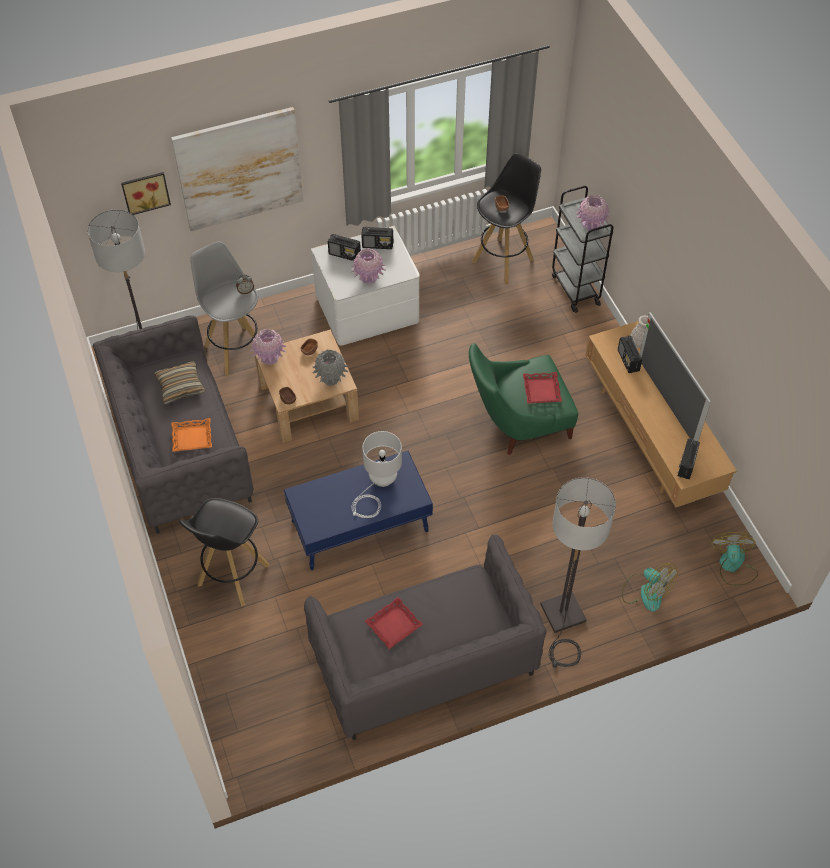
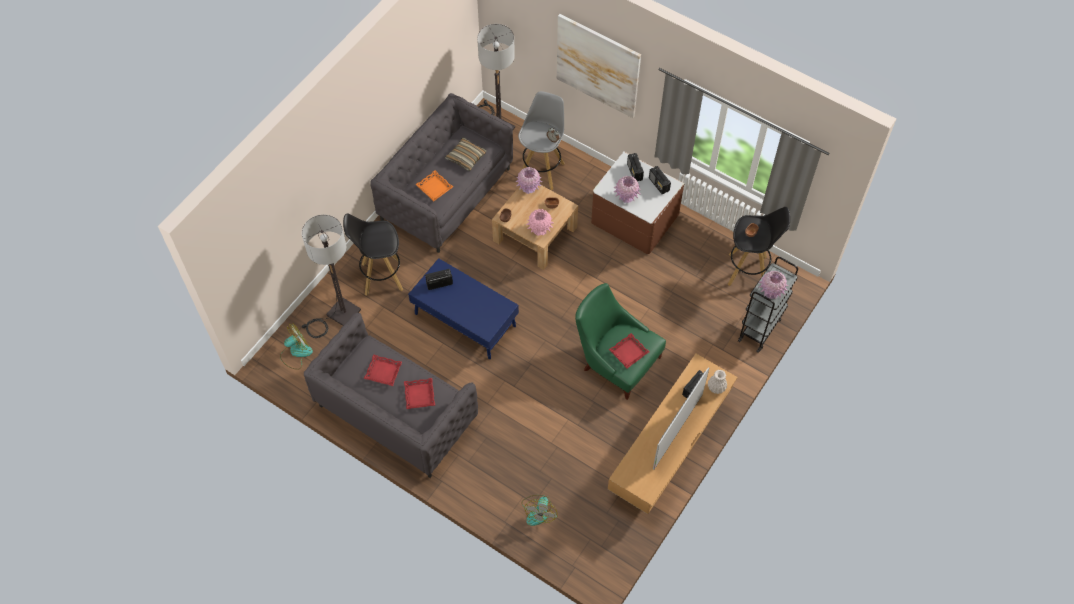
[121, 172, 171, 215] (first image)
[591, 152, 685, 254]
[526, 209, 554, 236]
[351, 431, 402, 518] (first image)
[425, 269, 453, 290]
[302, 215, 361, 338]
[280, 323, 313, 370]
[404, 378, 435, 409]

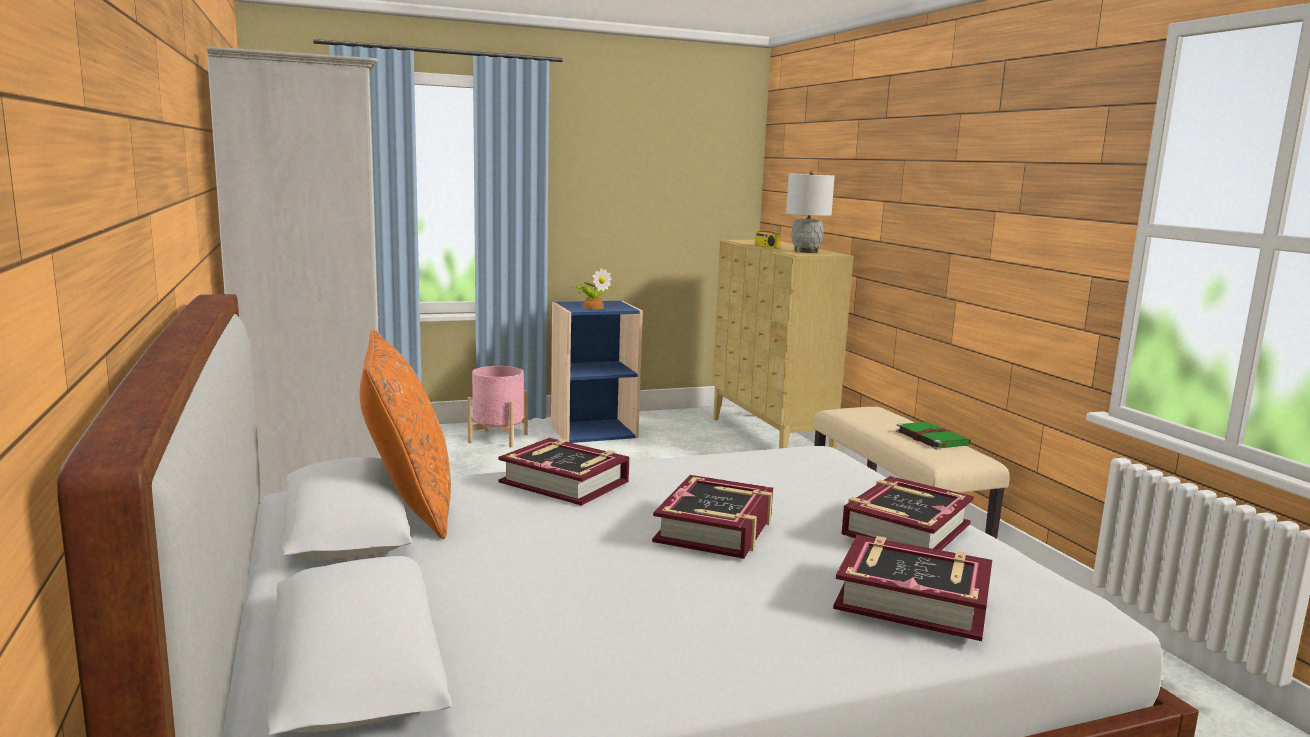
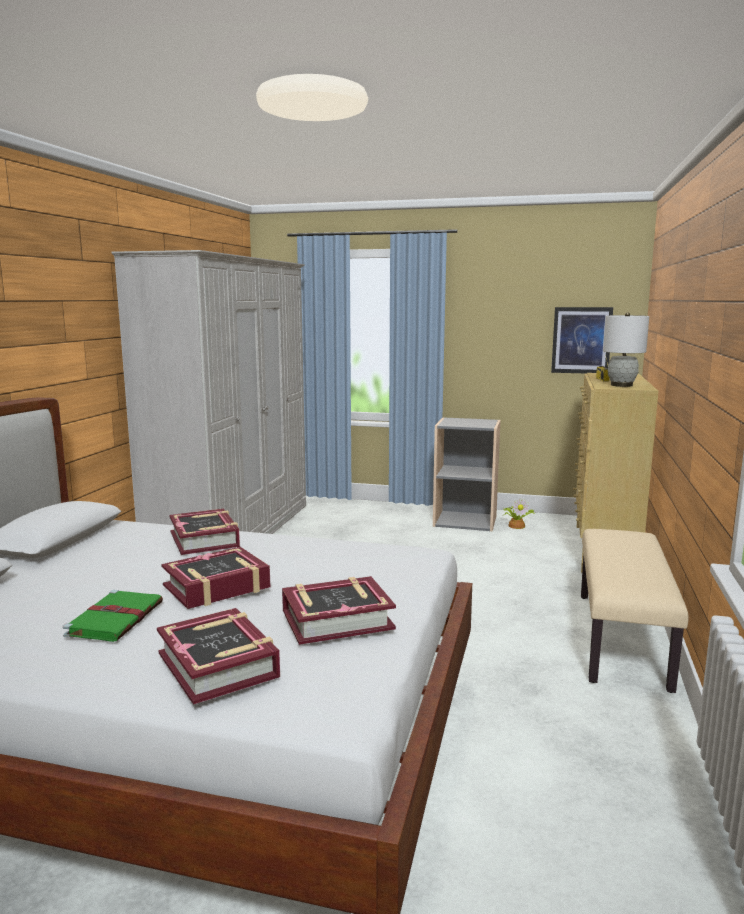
[503, 498, 535, 529]
[433, 417, 500, 531]
[360, 330, 451, 539] (first image)
[468, 366, 528, 447] (first image)
[63, 590, 163, 642]
[551, 307, 613, 374]

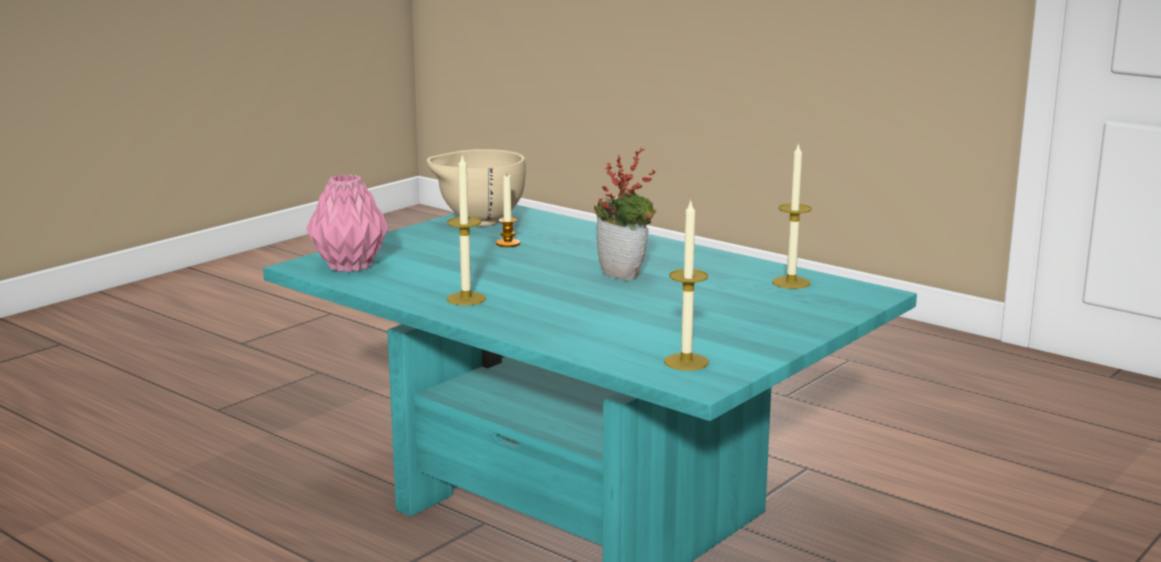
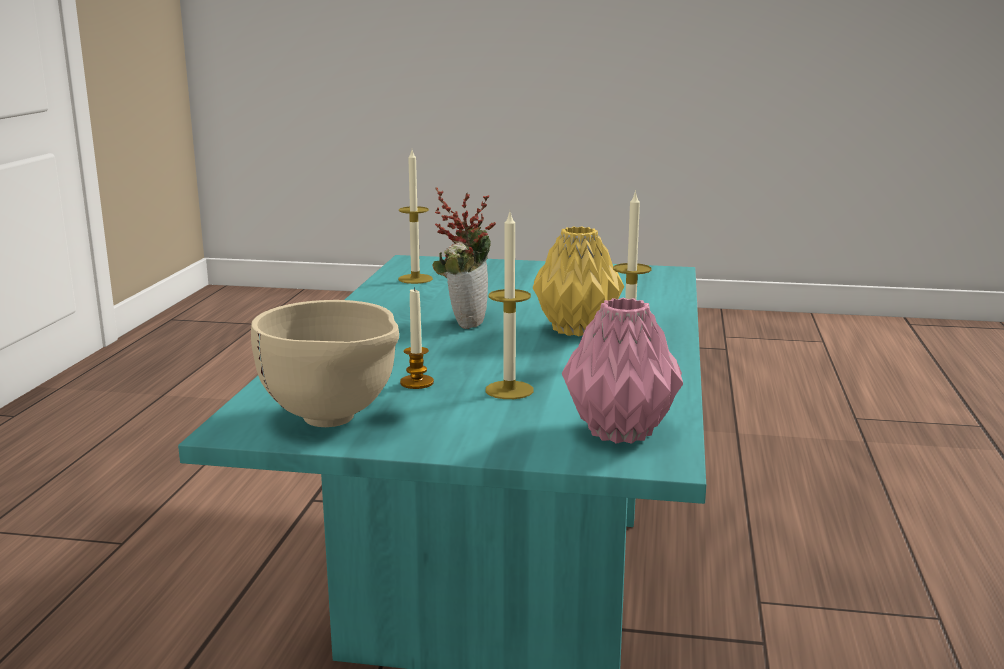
[485, 212, 533, 399]
[533, 226, 624, 336]

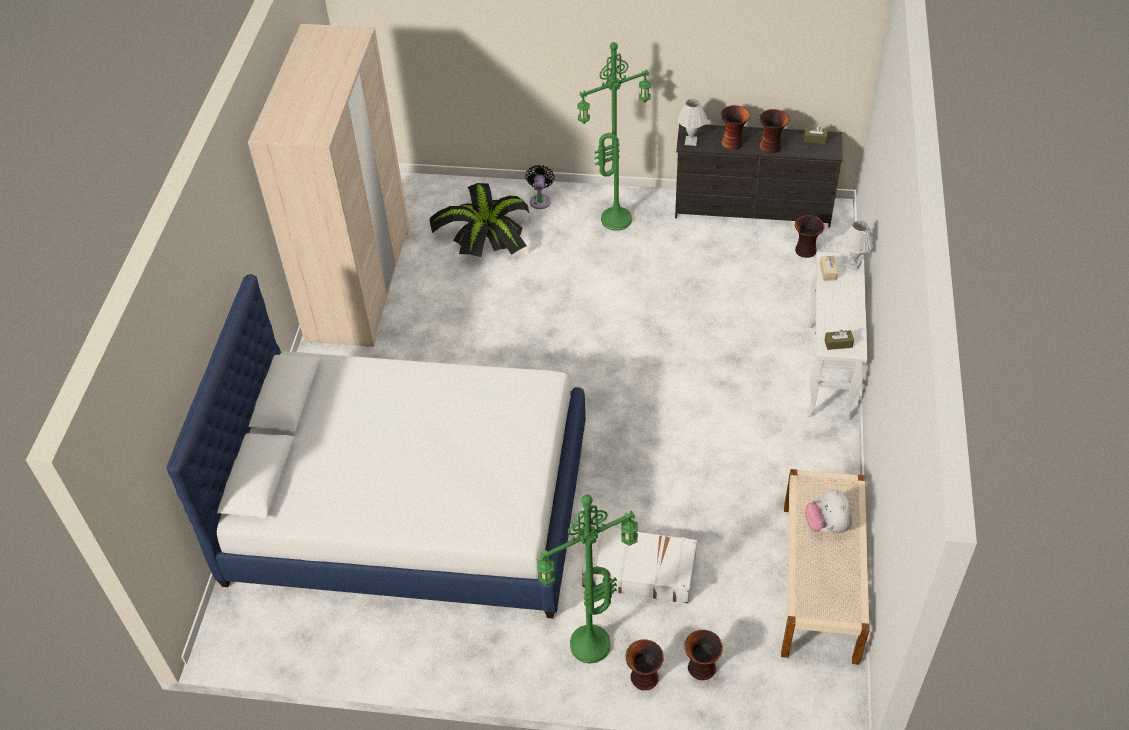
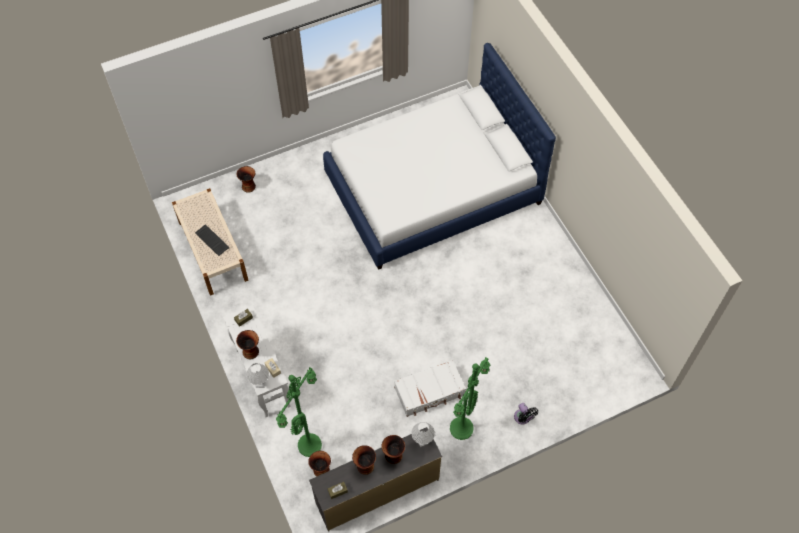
[248, 24, 410, 347] (first image)
[430, 183, 530, 257] (first image)
[195, 224, 230, 256]
[276, 367, 322, 457]
[394, 360, 466, 417]
[236, 330, 259, 359]

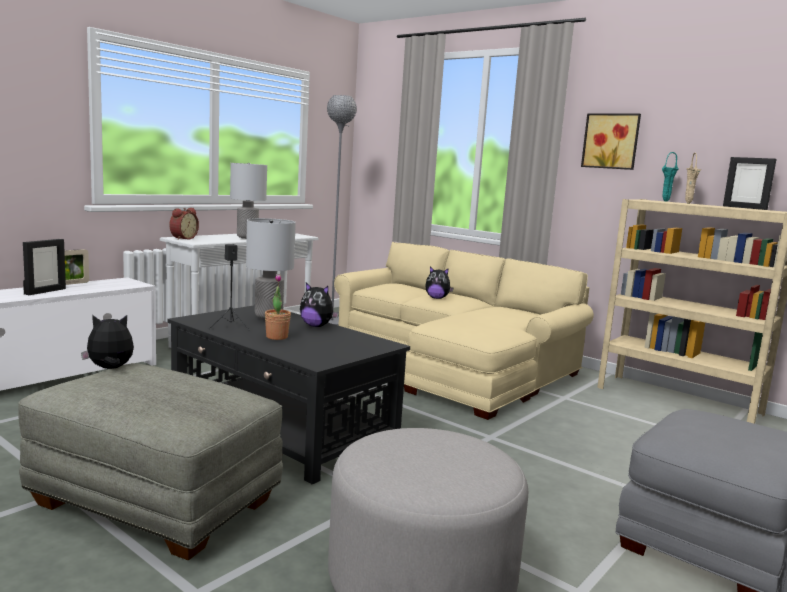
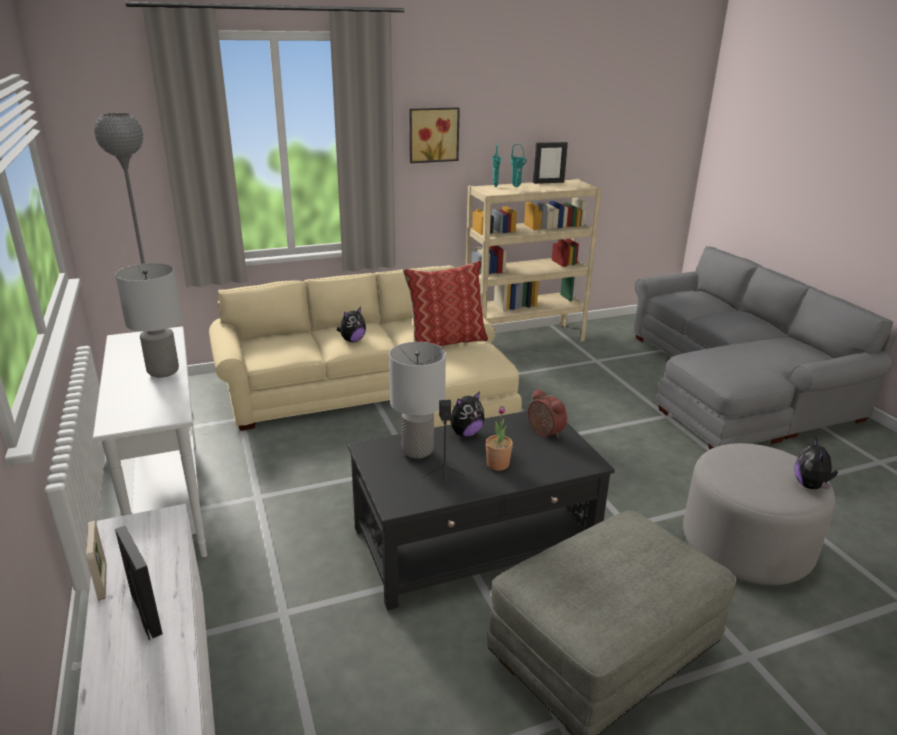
[510, 143, 527, 187]
[528, 389, 567, 438]
[795, 437, 838, 490]
[403, 260, 488, 346]

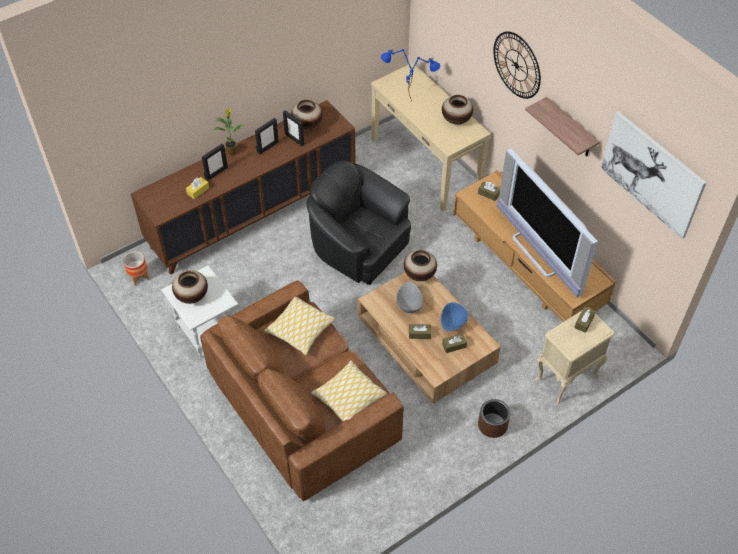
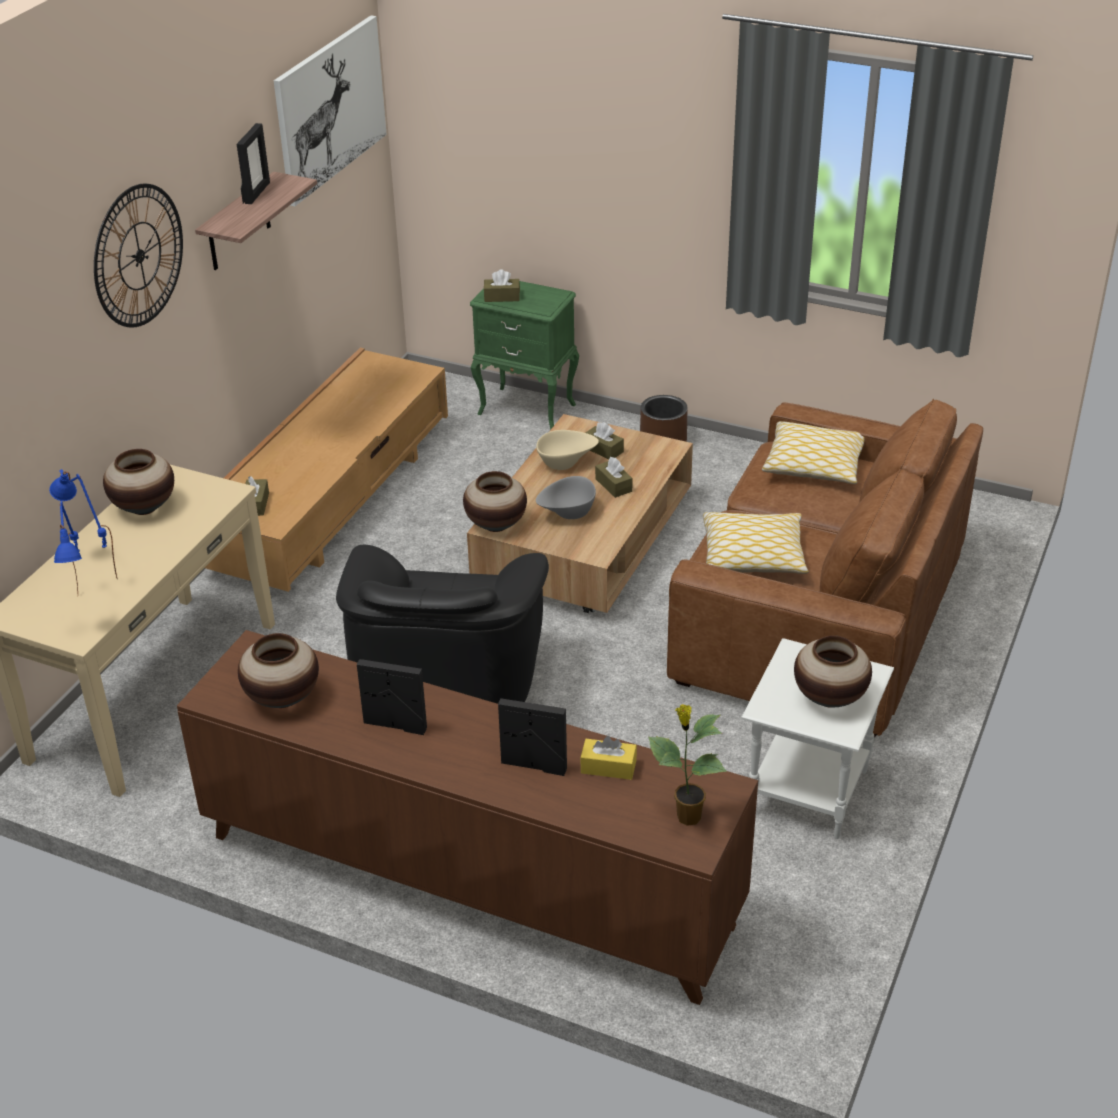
[648, 704, 727, 826]
[237, 123, 270, 204]
[497, 149, 598, 297] (first image)
[123, 251, 149, 286] (first image)
[536, 430, 599, 470]
[470, 281, 579, 430]

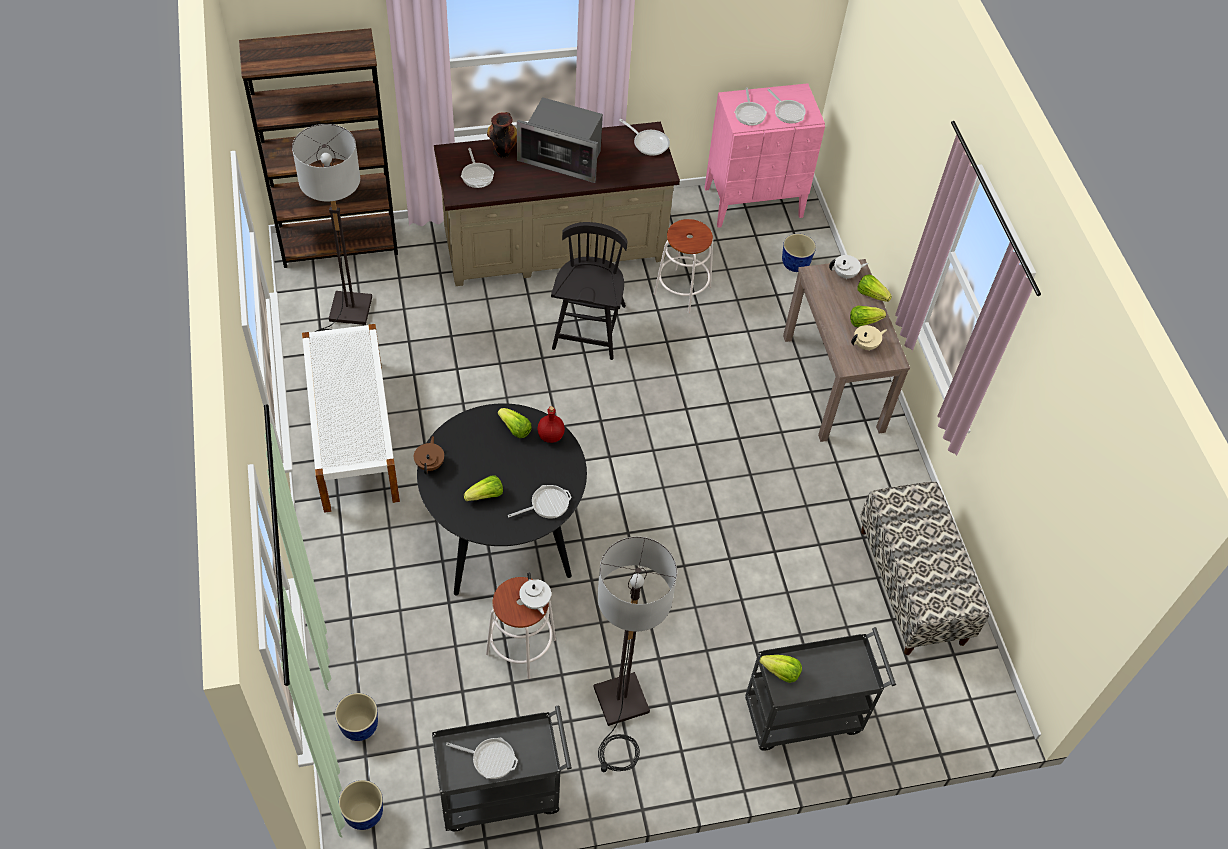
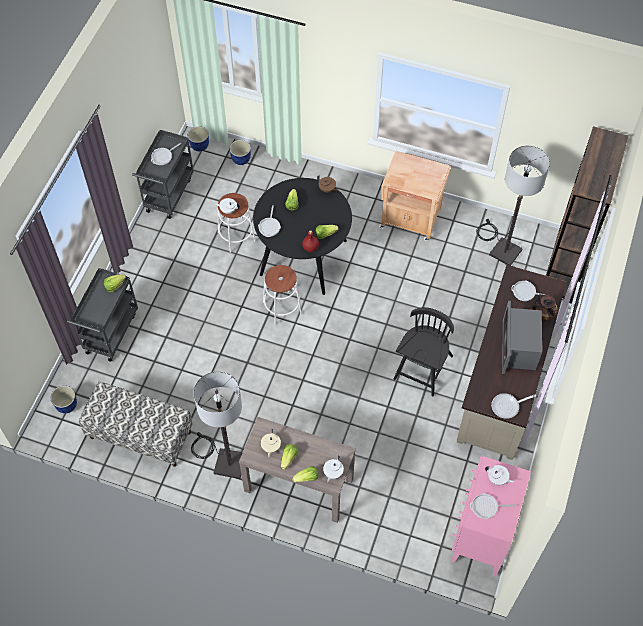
[485, 465, 514, 485]
[502, 301, 542, 374]
[263, 265, 302, 325]
[394, 307, 454, 396]
[51, 386, 77, 413]
[379, 151, 451, 242]
[191, 371, 243, 479]

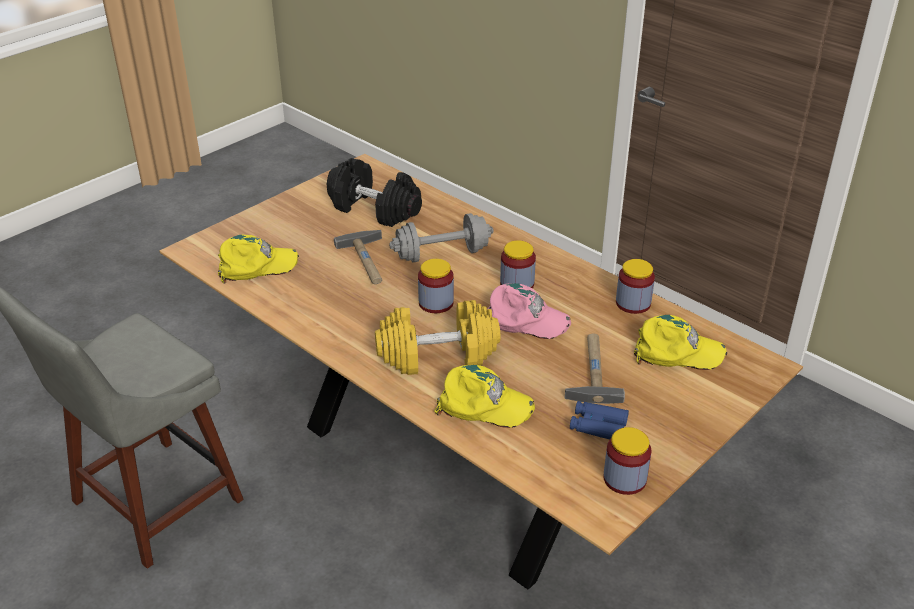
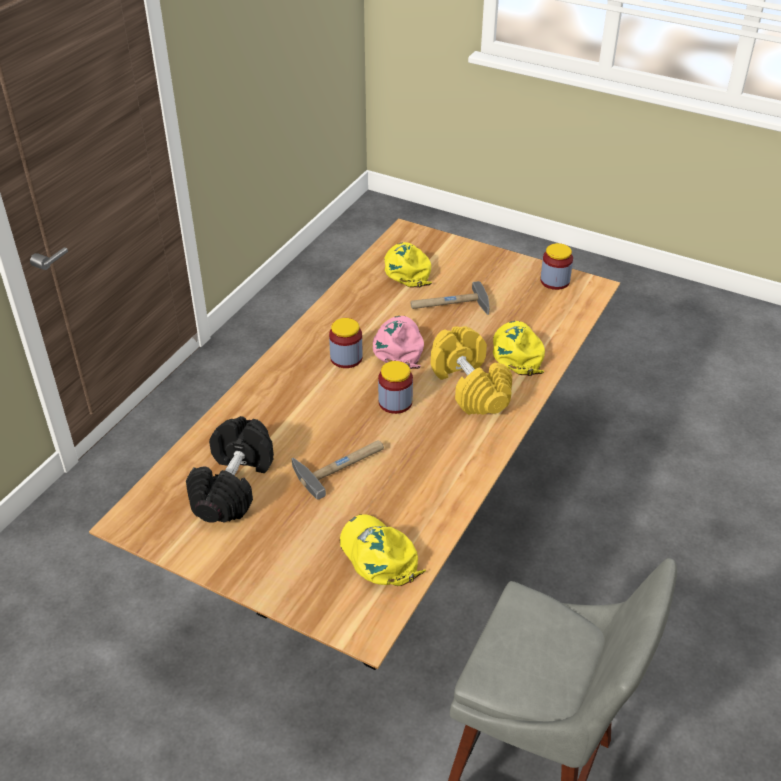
[389, 213, 493, 262] (first image)
[616, 259, 655, 314] (first image)
[570, 401, 629, 439] (first image)

